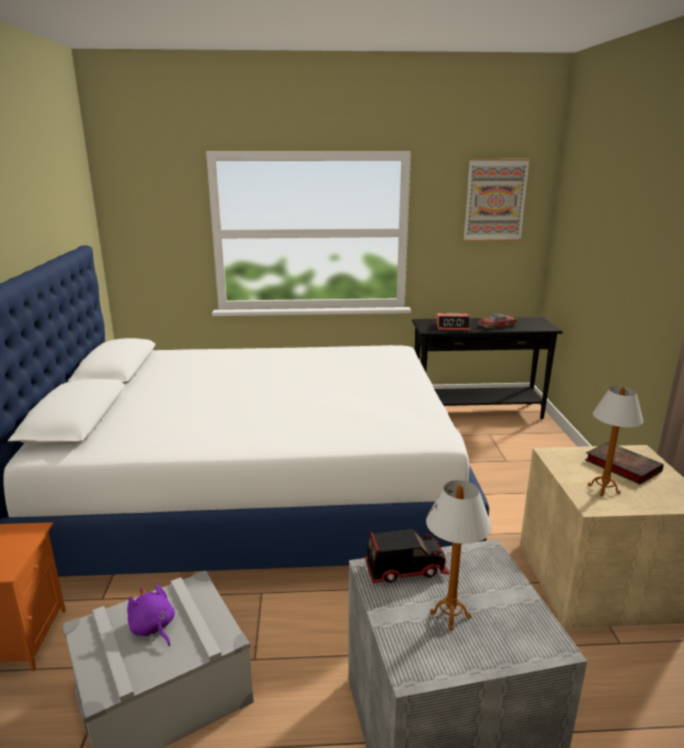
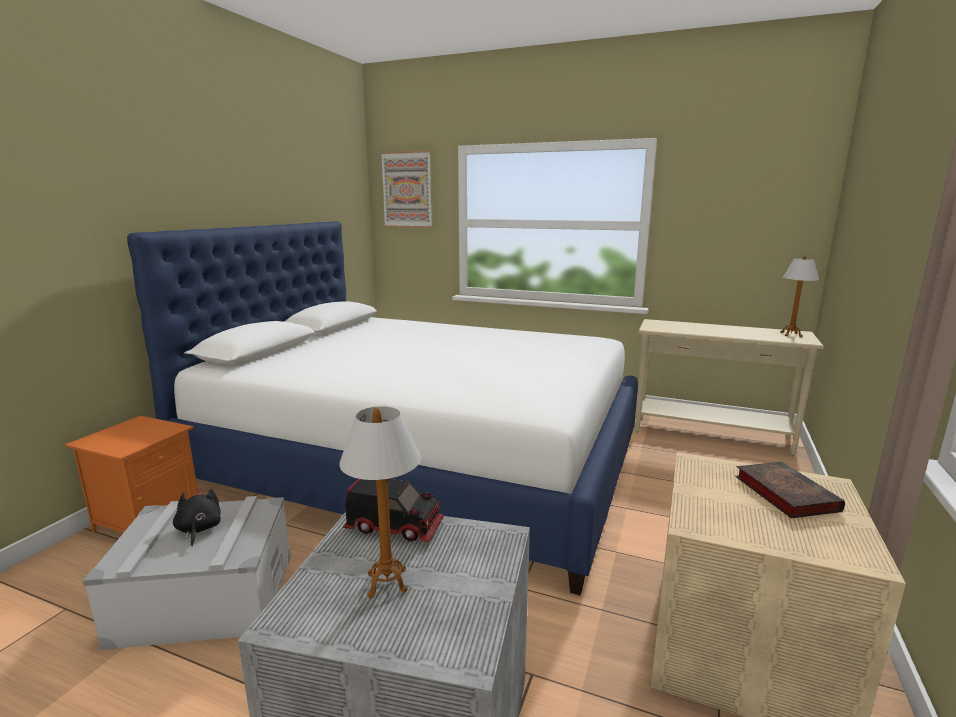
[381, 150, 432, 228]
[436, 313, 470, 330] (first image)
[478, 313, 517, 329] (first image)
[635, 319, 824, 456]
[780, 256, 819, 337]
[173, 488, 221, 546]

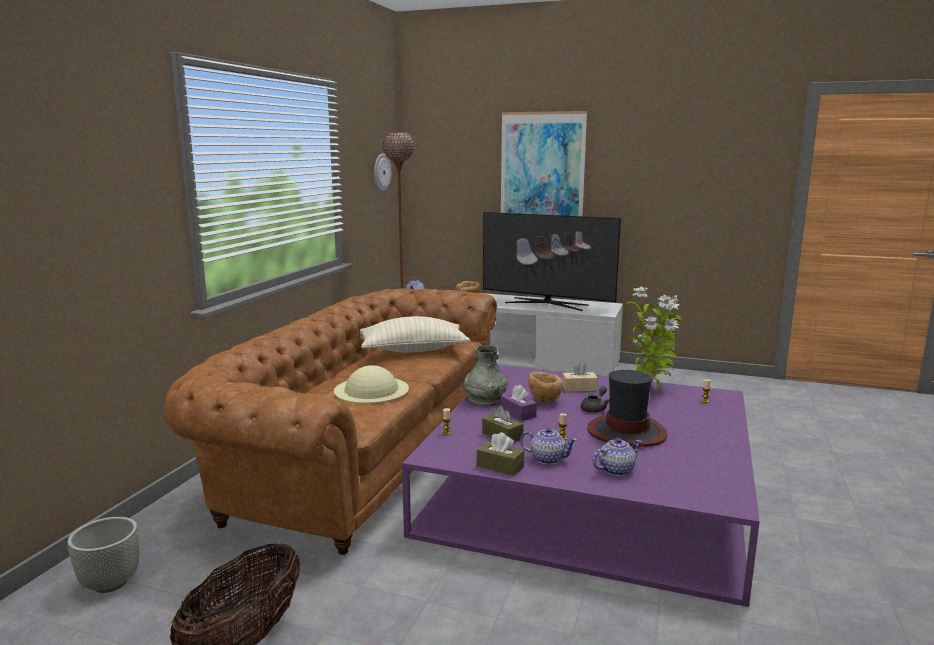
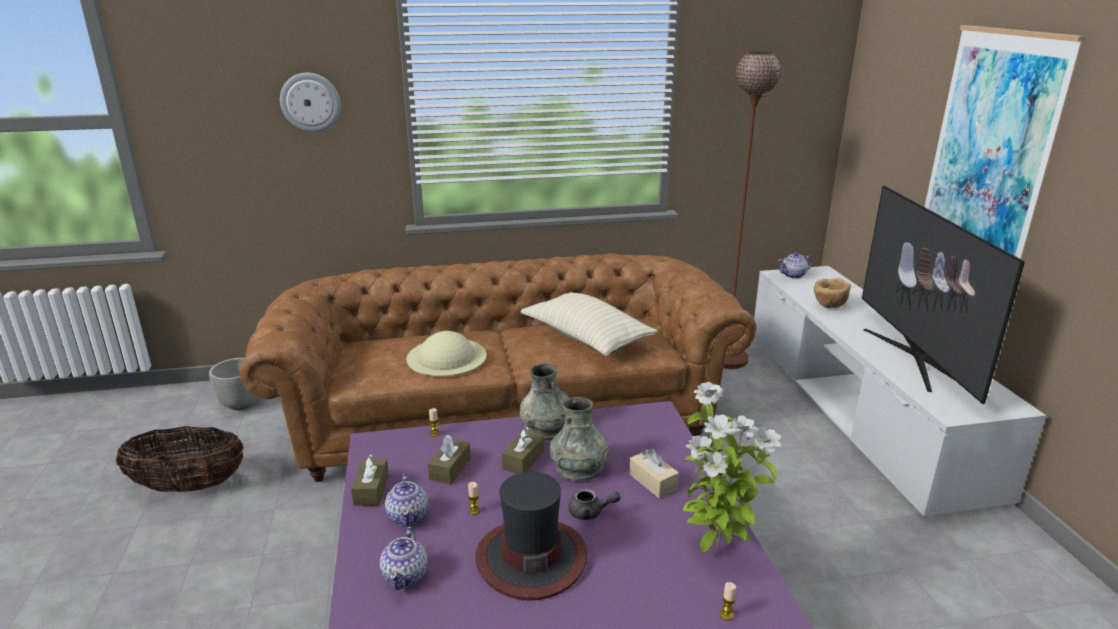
[280, 73, 341, 132]
[549, 397, 610, 481]
[502, 427, 544, 474]
[380, 527, 428, 590]

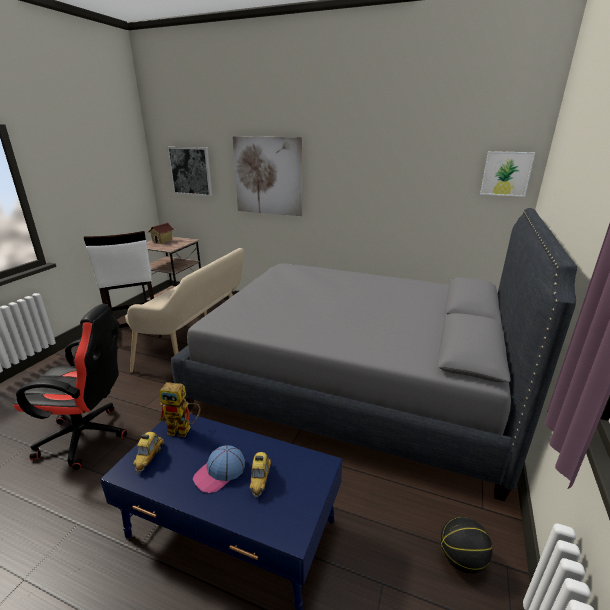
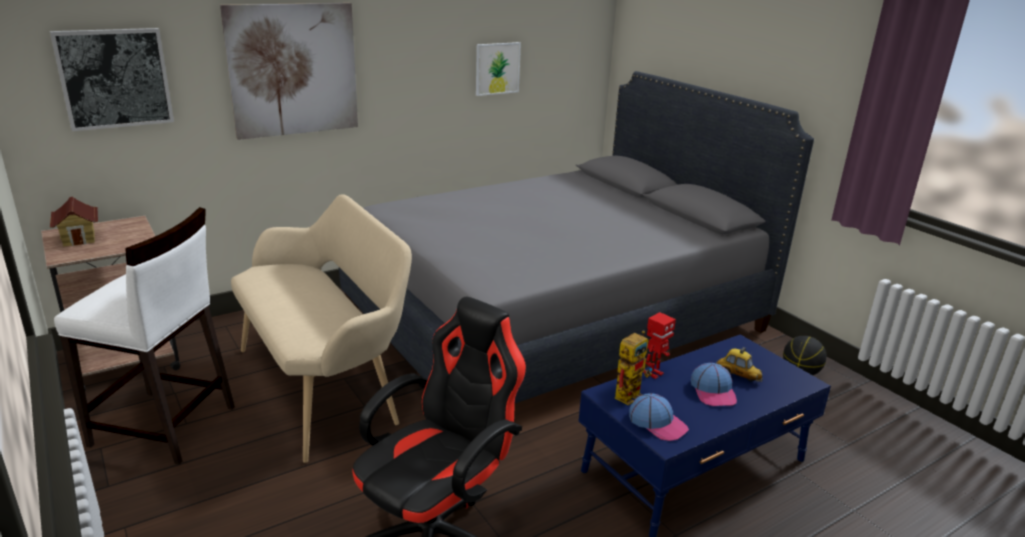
[476, 42, 521, 96]
[629, 393, 689, 441]
[645, 312, 676, 379]

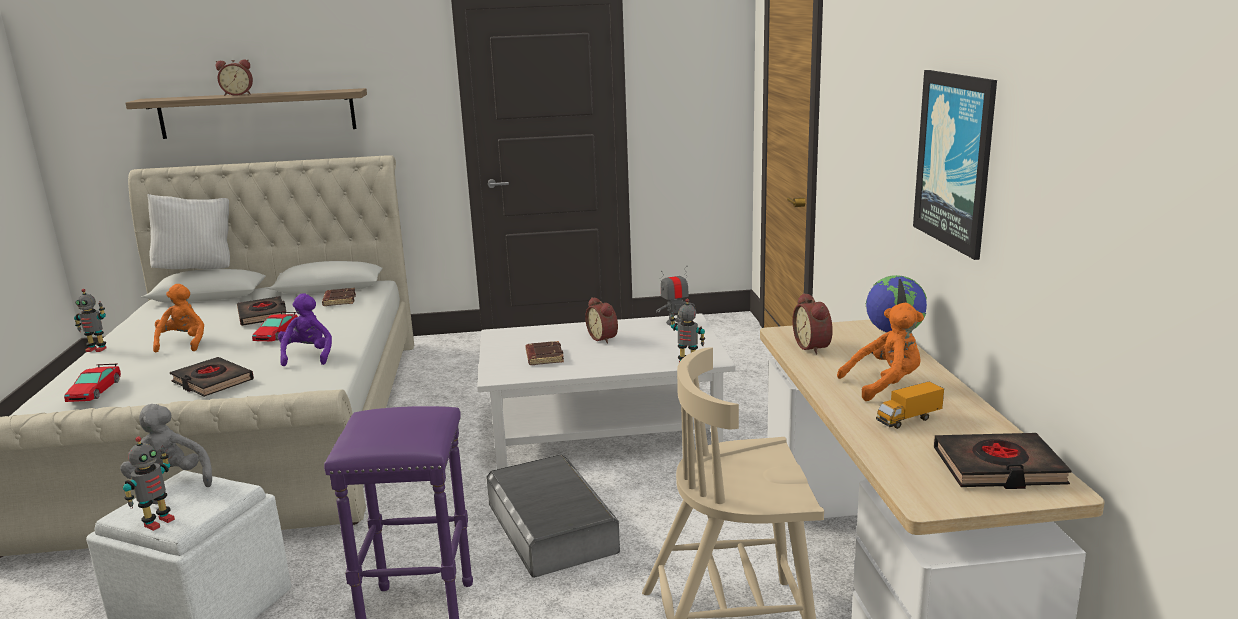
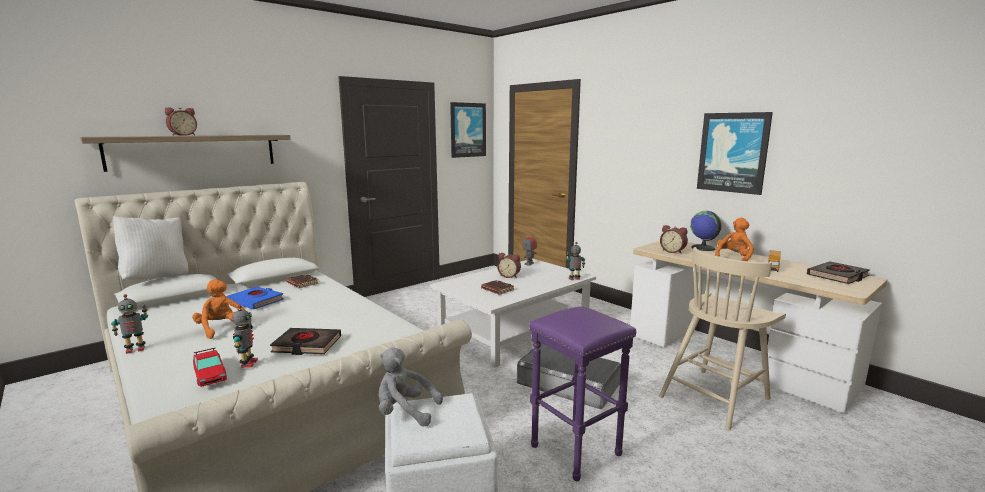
[278, 293, 332, 366] (first image)
[226, 287, 284, 310]
[252, 312, 298, 341] (first image)
[232, 305, 258, 368]
[450, 102, 486, 158]

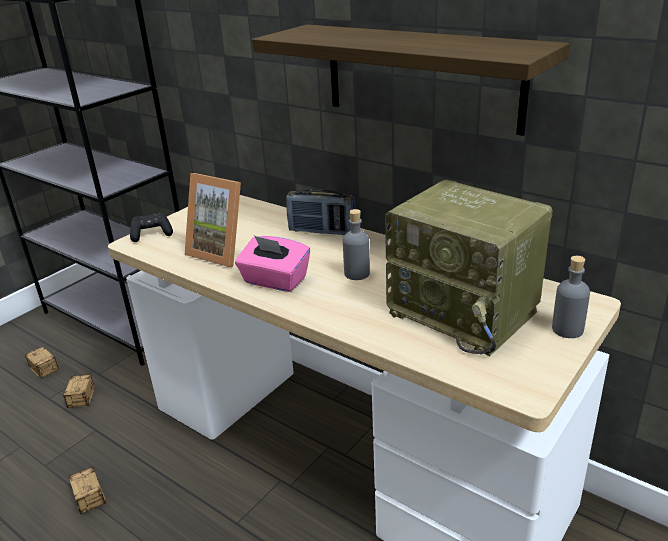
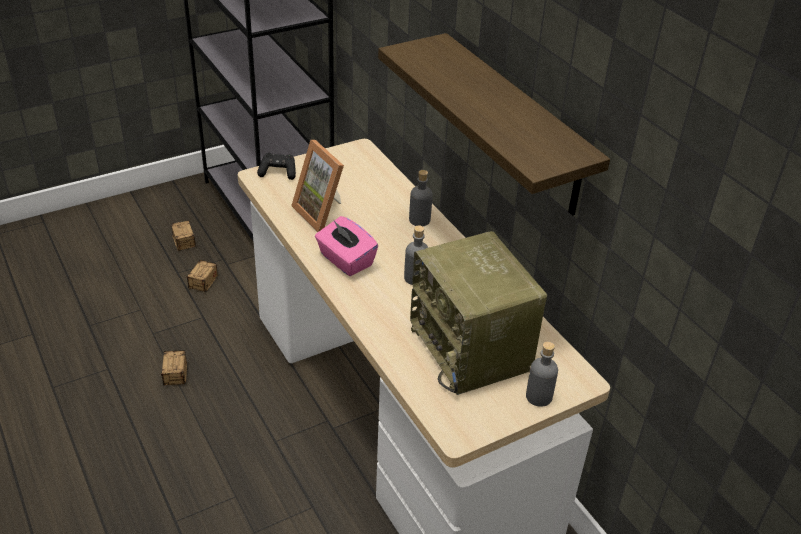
[409, 170, 433, 226]

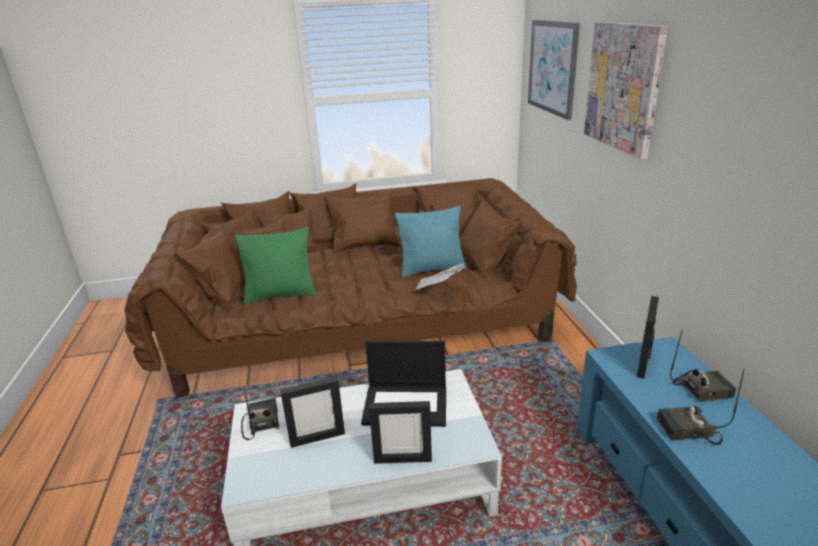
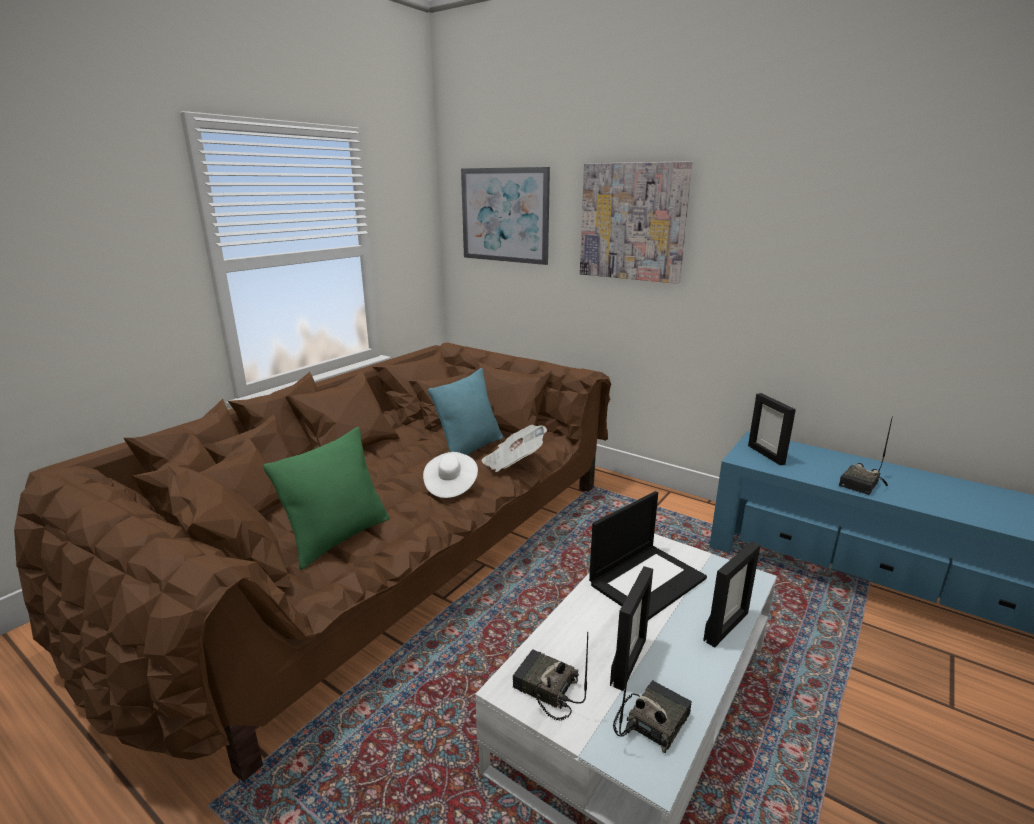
[613, 664, 692, 753]
[423, 452, 478, 498]

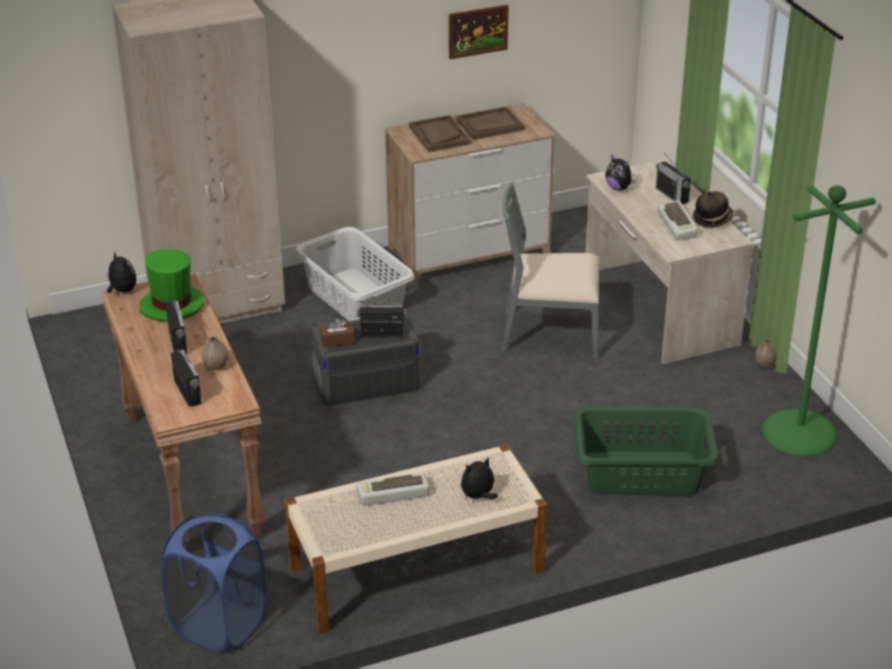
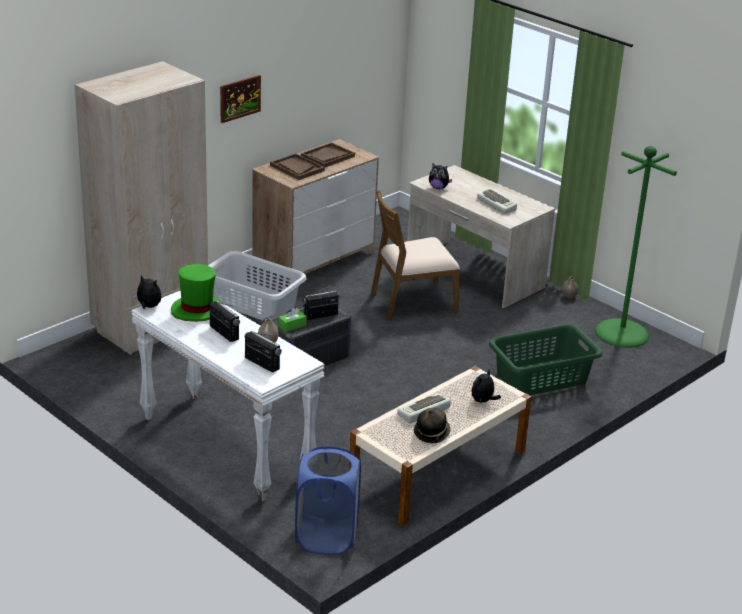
[220, 75, 261, 123]
[656, 153, 691, 205] (first image)
[371, 190, 460, 320]
[414, 408, 451, 443]
[131, 290, 325, 501]
[278, 308, 307, 332]

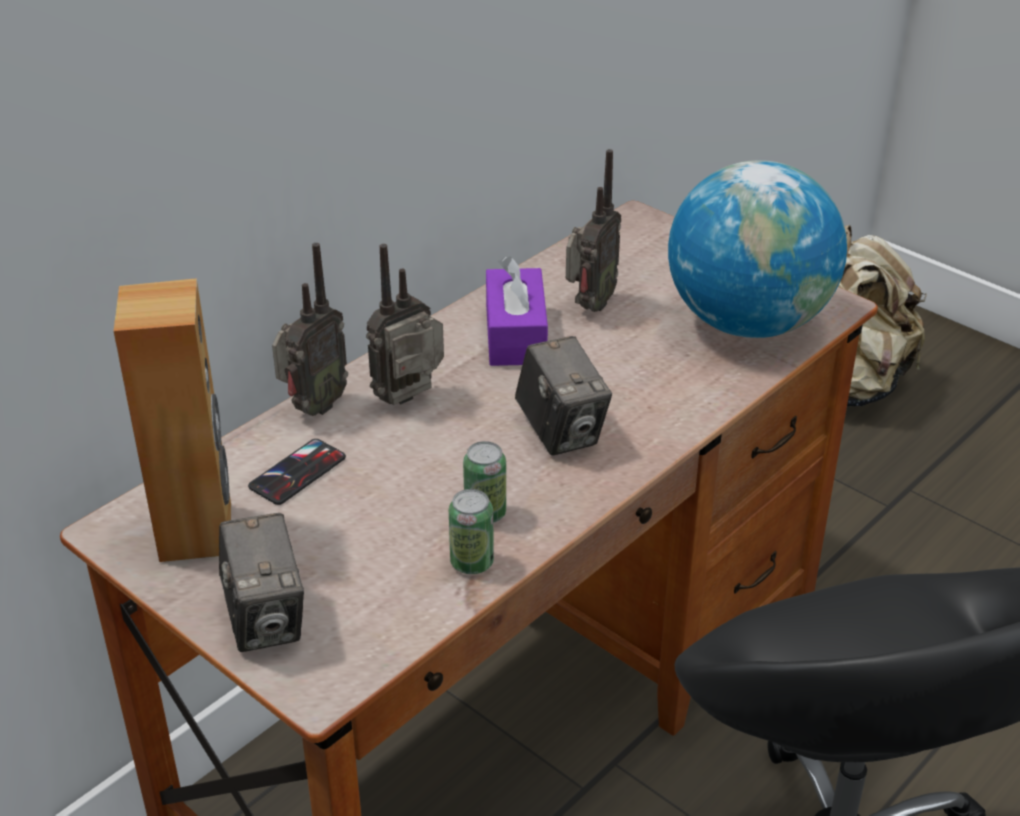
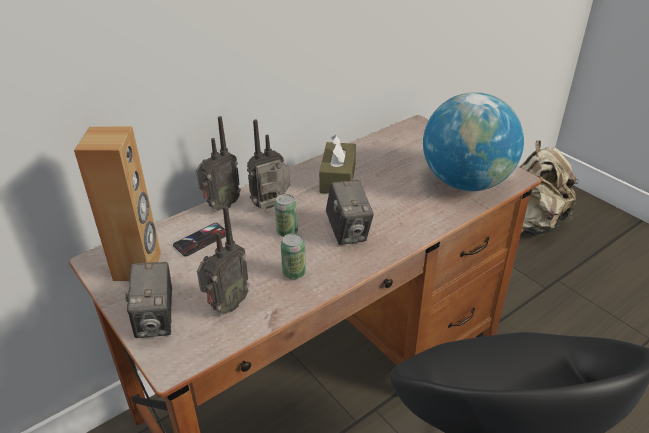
[197, 205, 250, 314]
[319, 135, 356, 194]
[275, 194, 298, 237]

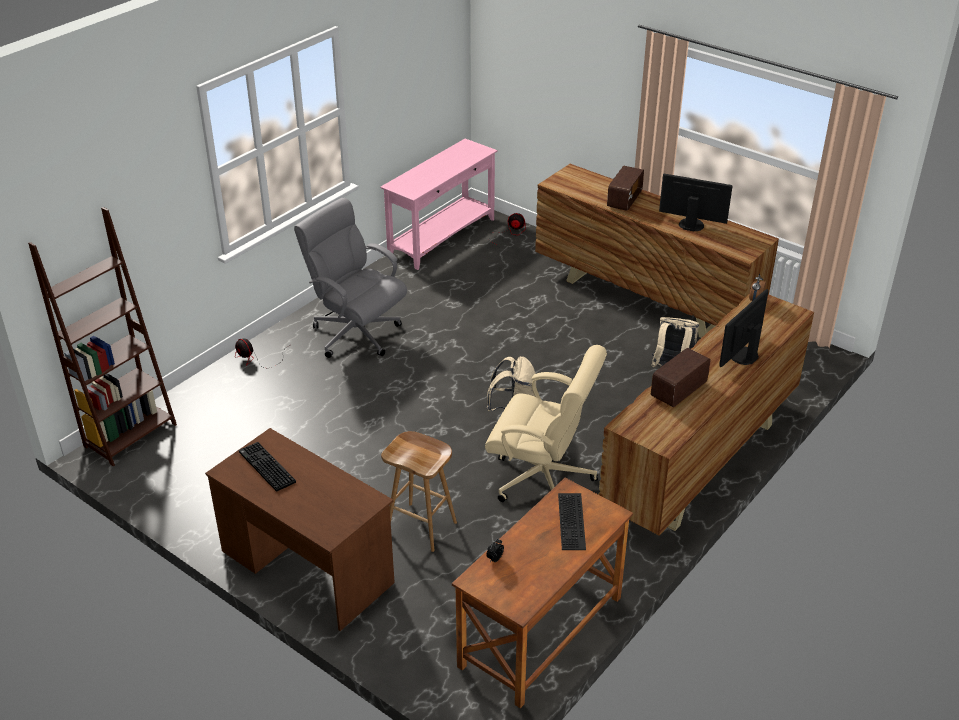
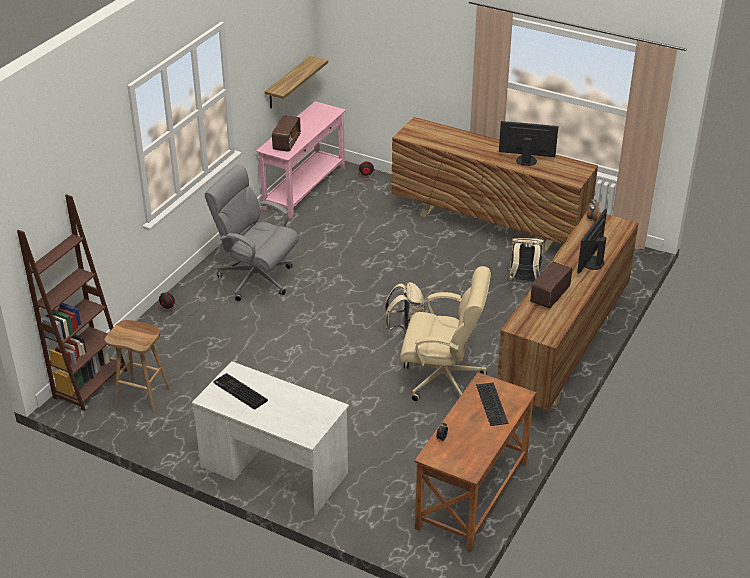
[272, 115, 301, 152]
[192, 361, 349, 515]
[104, 320, 171, 412]
[265, 56, 328, 108]

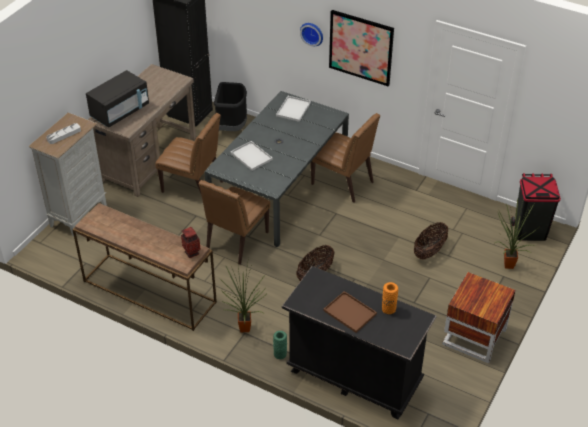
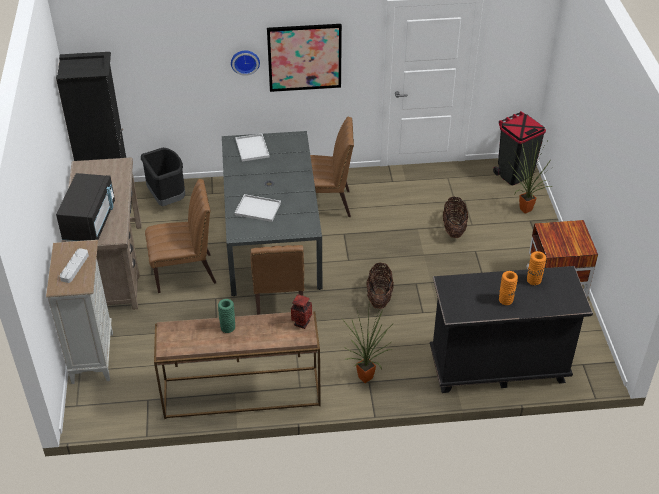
[499, 271, 518, 305]
[218, 299, 235, 333]

